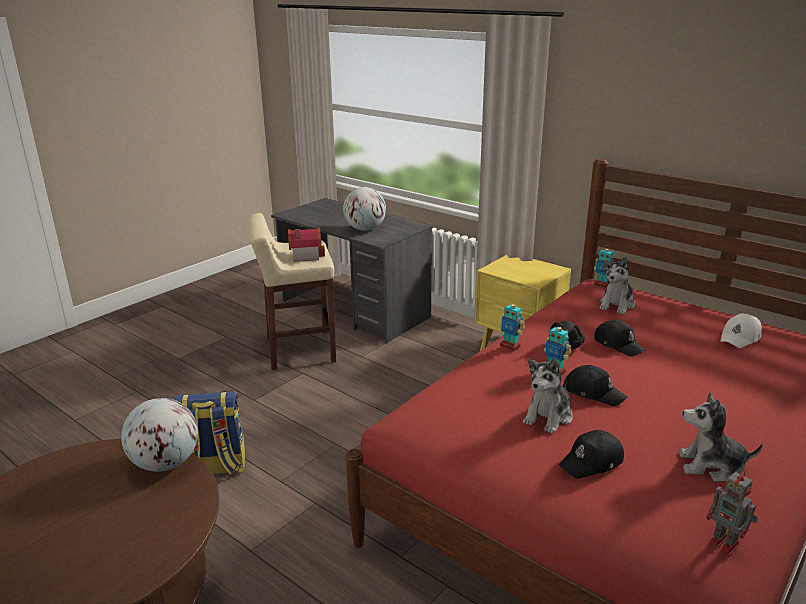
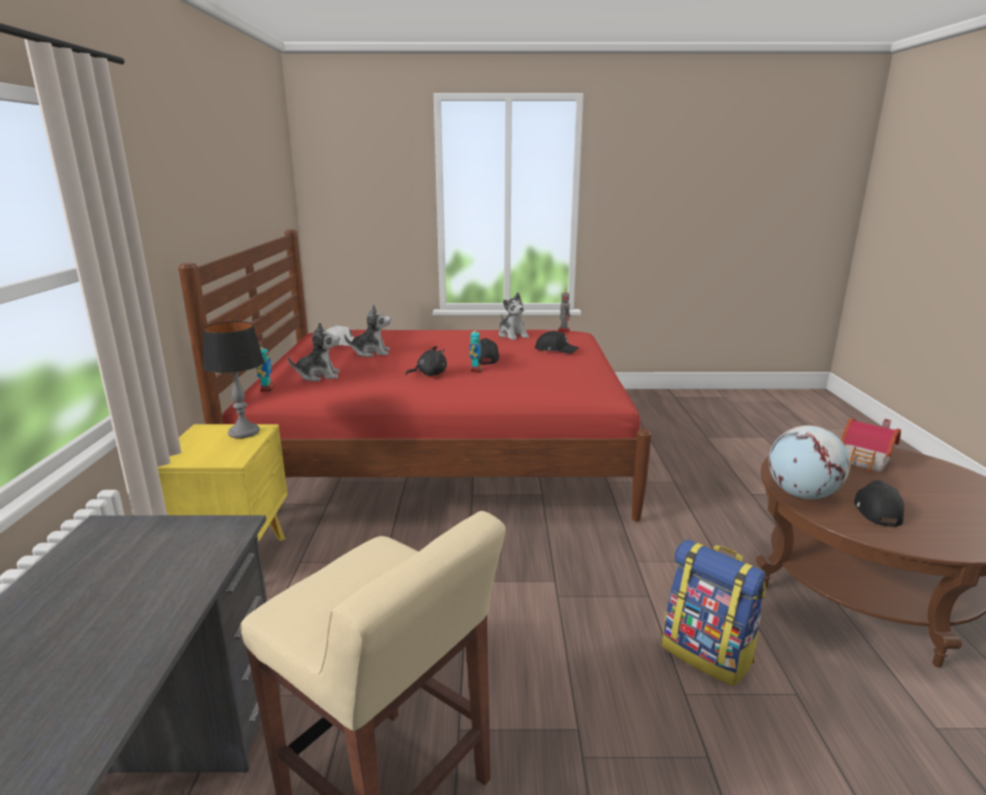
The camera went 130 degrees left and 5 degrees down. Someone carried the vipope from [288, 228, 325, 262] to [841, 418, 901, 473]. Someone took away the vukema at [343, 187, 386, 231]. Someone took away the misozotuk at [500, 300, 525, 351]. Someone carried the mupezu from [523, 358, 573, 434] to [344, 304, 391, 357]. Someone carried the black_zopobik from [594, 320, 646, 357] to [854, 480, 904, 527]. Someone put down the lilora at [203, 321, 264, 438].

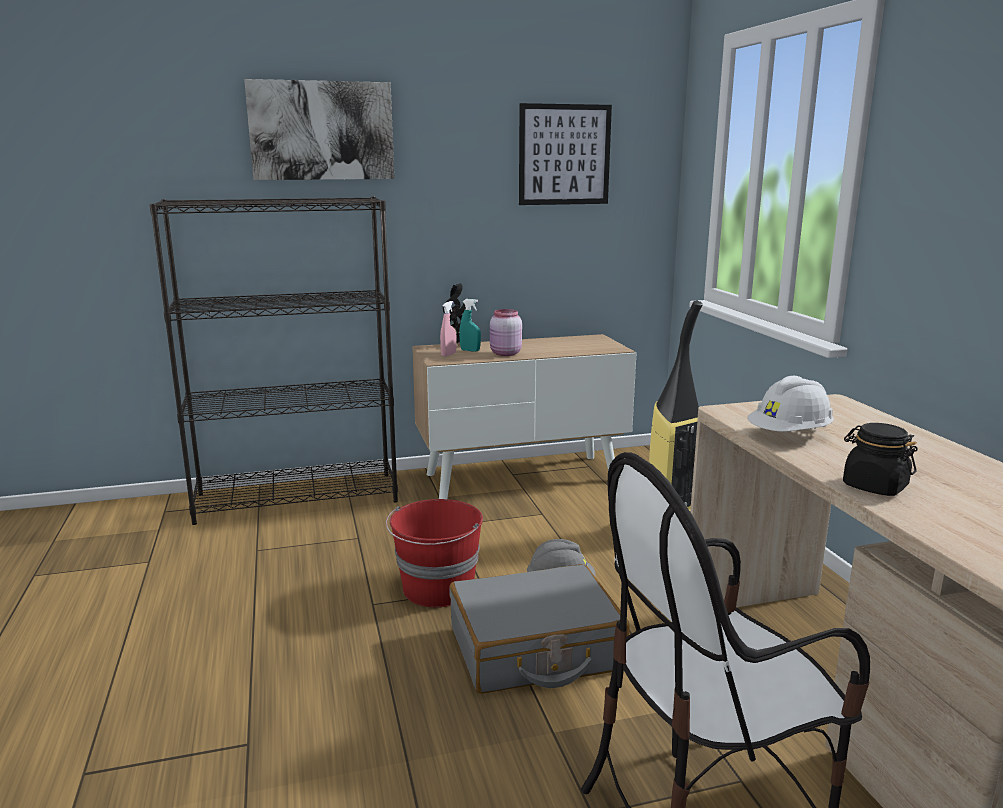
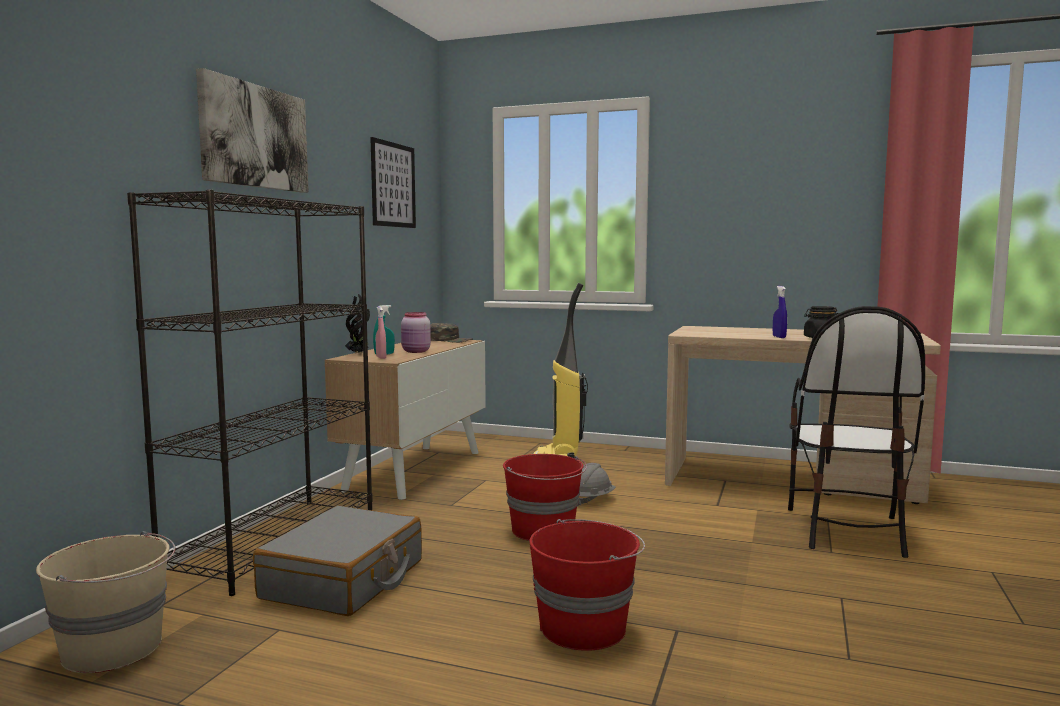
The camera went 55 degrees left and 10 degrees down. Someone carried the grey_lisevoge from [449, 564, 630, 694] to [253, 506, 422, 616]. Someone took away the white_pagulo at [748, 376, 834, 431]. Someone put down the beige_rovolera at [36, 531, 175, 673]. Someone put down the green_zopobik at [430, 323, 473, 343]. Someone put down the red_rovolera at [529, 519, 645, 651]. Someone put down the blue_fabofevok at [773, 286, 787, 338].

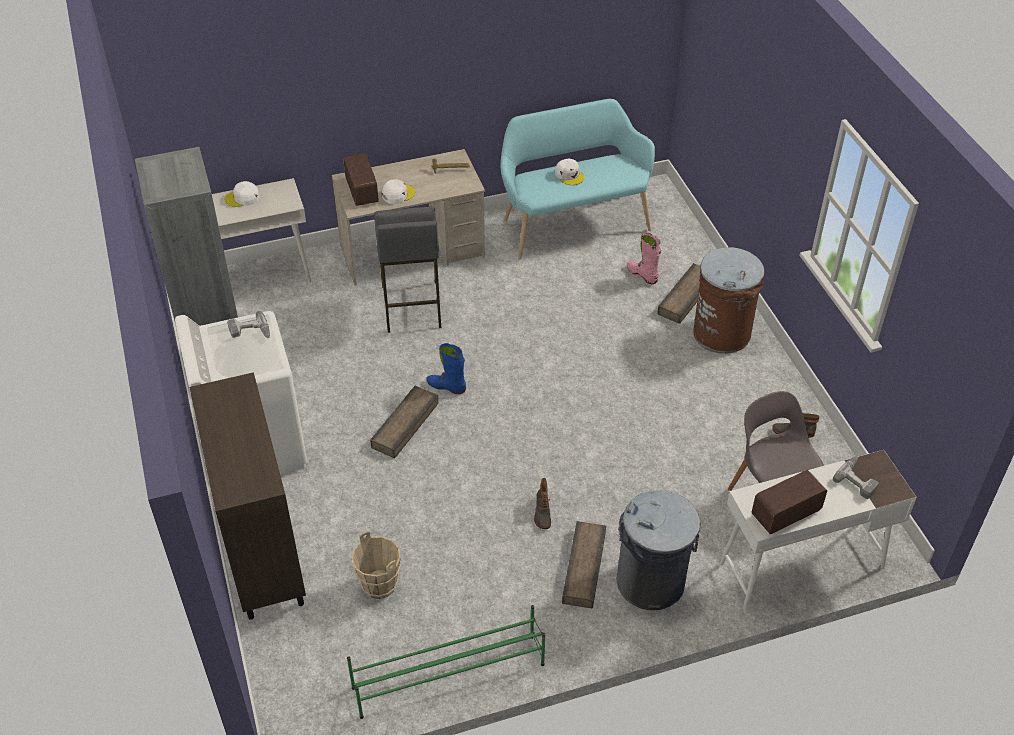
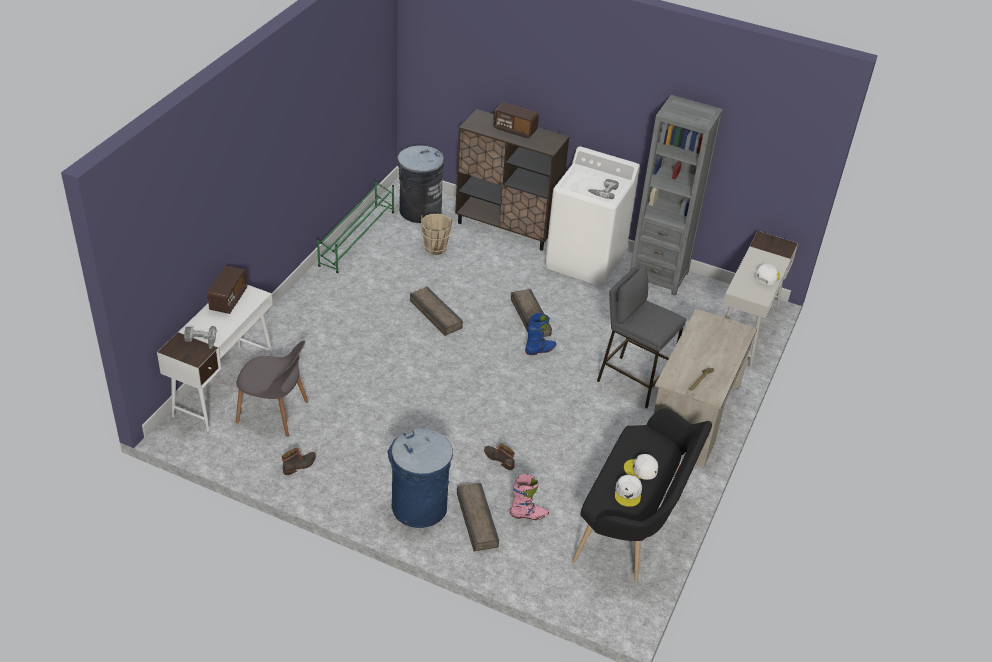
The camera went 130 degrees right and 5 degrees down. Someone carried the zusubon from [343, 153, 379, 206] to [493, 102, 539, 138]. Someone carried the white_zopobik from [382, 179, 415, 204] to [615, 475, 642, 507]. Someone repainted the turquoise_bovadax at [501, 99, 655, 259], which became the black_bovadax at [572, 408, 712, 582]. Someone carried the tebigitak from [534, 478, 551, 529] to [484, 444, 515, 470]. Someone carried the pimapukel from [562, 521, 606, 609] to [410, 287, 463, 336]. Someone carried the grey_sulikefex from [616, 490, 701, 610] to [397, 145, 444, 223]. Someone repainted the brown_sulikefex at [694, 247, 765, 353], which became the blue_sulikefex at [387, 429, 453, 528].

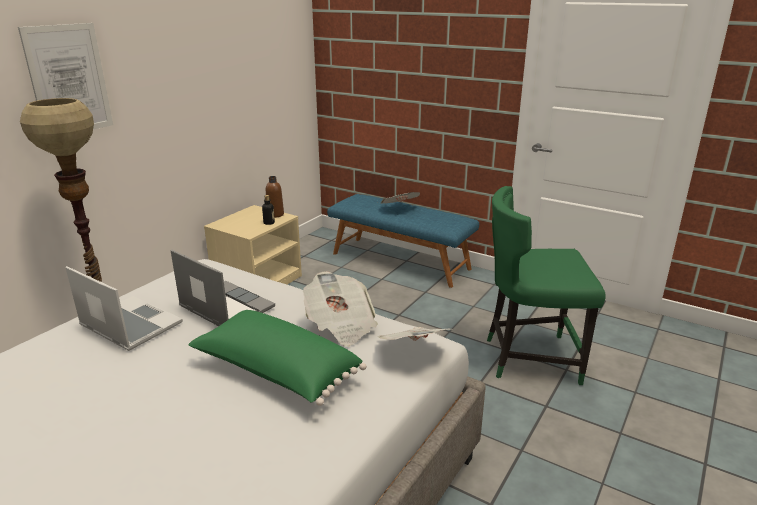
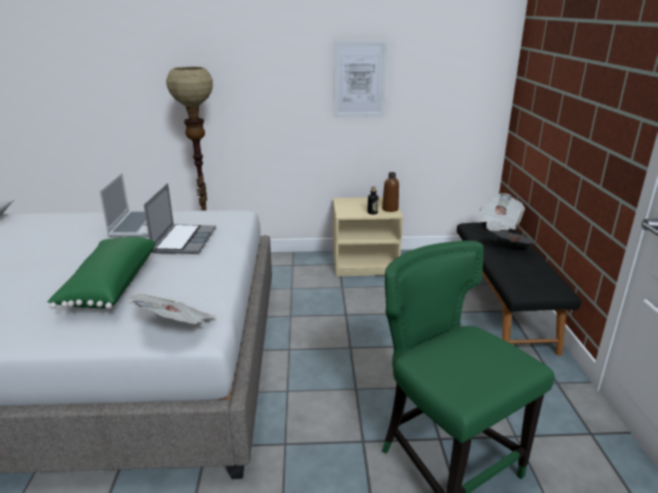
The camera went 55 degrees right and 0 degrees up. Someone carried the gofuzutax from [18, 23, 113, 129] to [333, 40, 388, 117]. Someone carried the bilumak from [303, 271, 378, 346] to [480, 193, 525, 231]. Someone repainted the blue_bovadax at [327, 194, 479, 288], which became the black_bovadax at [457, 222, 581, 356].

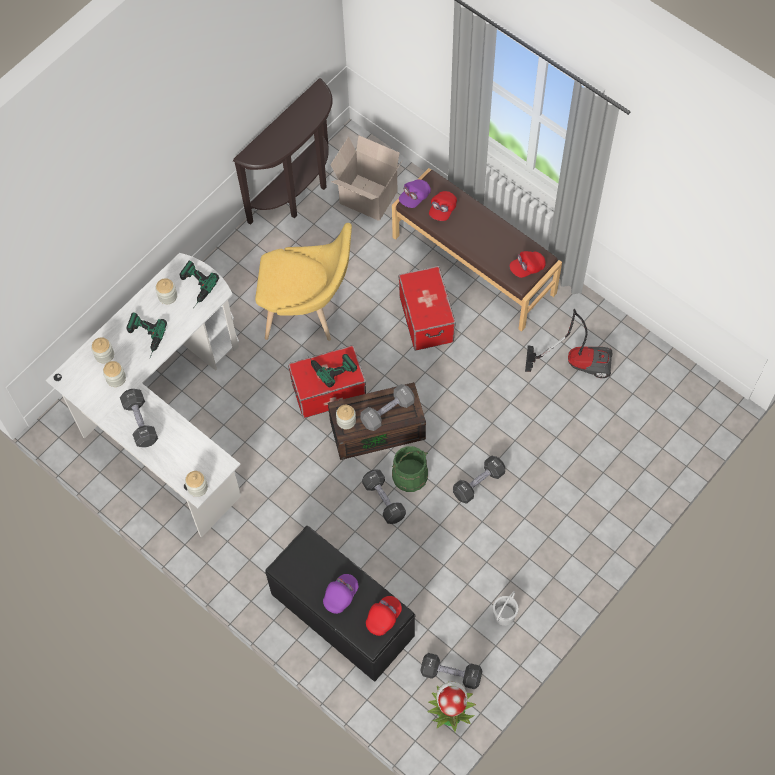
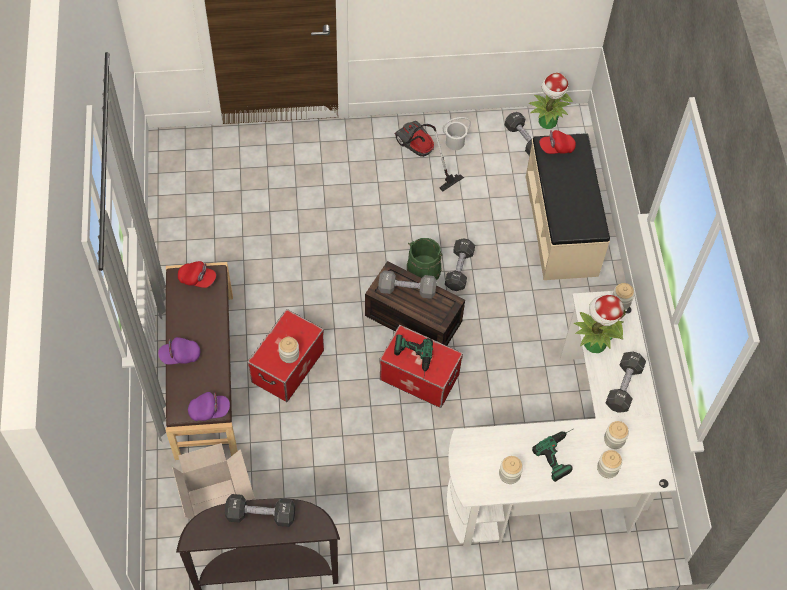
The camera went 140 degrees left and 5 degrees down. Someone took away the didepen at [180, 261, 219, 307]. Someone took away the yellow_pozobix at [255, 223, 352, 341]. Someone repainted the black_bovadax at [265, 526, 416, 682], which became the beige_bovadax at [526, 133, 610, 280]. Someone carried the purple_zopobik from [323, 574, 359, 614] to [158, 337, 200, 365]. Someone carried the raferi from [336, 405, 356, 429] to [278, 337, 299, 363]. Someone took away the red_zopobik at [429, 191, 457, 221]. Someone carried the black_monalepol from [453, 455, 505, 504] to [225, 494, 295, 527]. Someone carried the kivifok from [525, 309, 612, 378] to [394, 121, 464, 192]. Someone put down the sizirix at [573, 295, 626, 353].

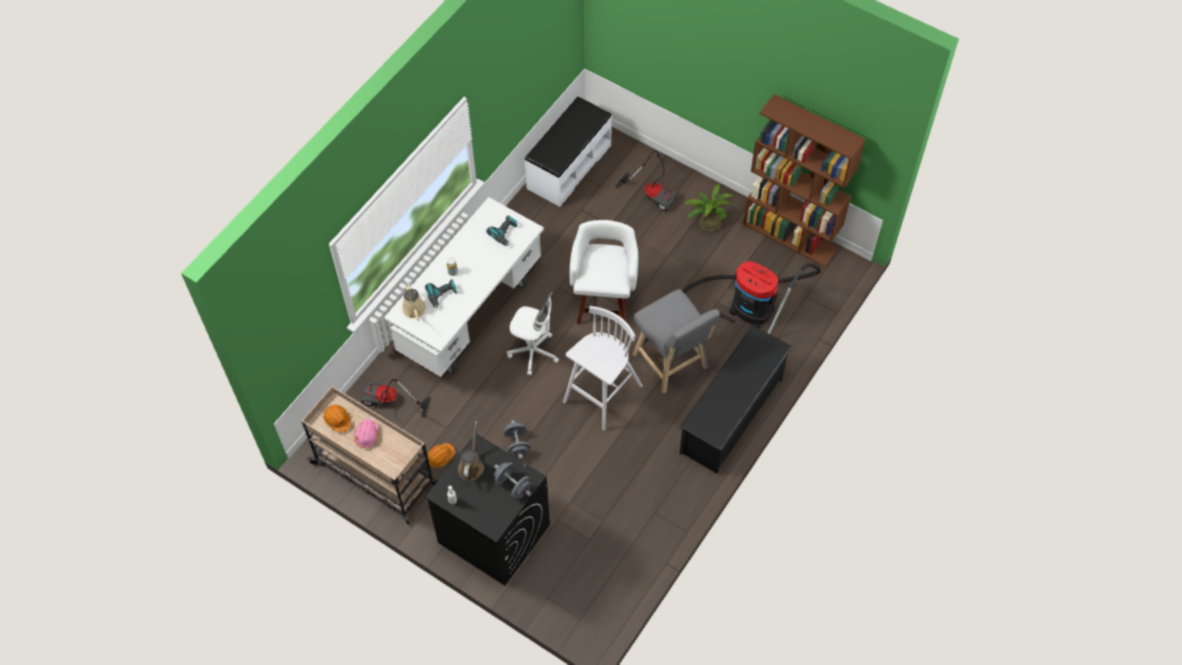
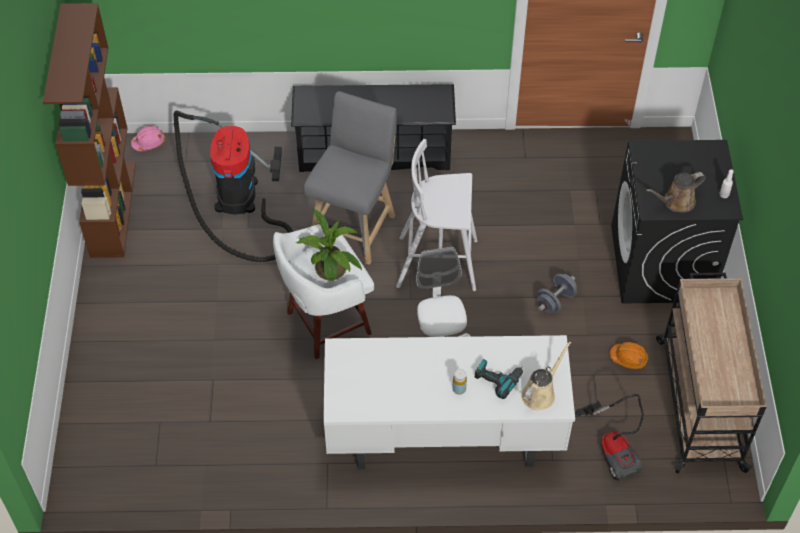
The camera went 125 degrees left and 5 degrees down. Someone took away the orange_pagulo at [323, 405, 352, 432]. Someone carried the pink_pagulo from [354, 419, 379, 448] to [131, 126, 165, 151]. Someone took away the didepen at [486, 215, 517, 246]. Someone took away the grey_monalepol at [494, 462, 531, 498]. Someone took away the white_bovadax at [524, 97, 612, 207]. Someone took away the kivifok at [615, 150, 677, 211]. Someone carried the sizirix from [683, 184, 734, 232] to [295, 209, 362, 281].

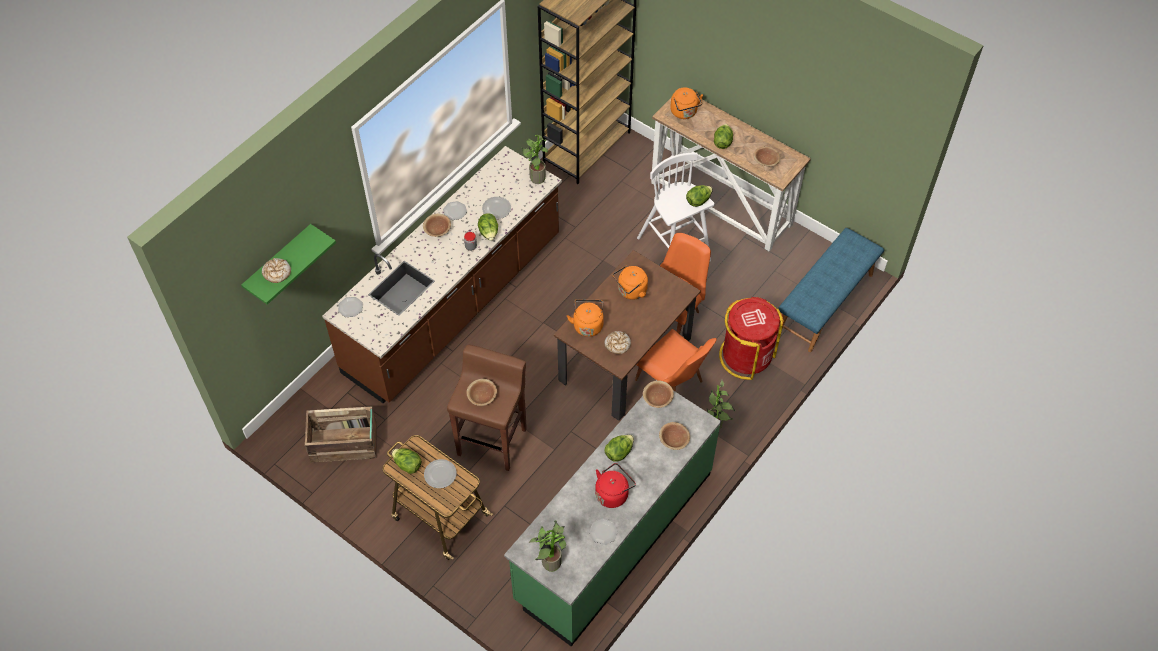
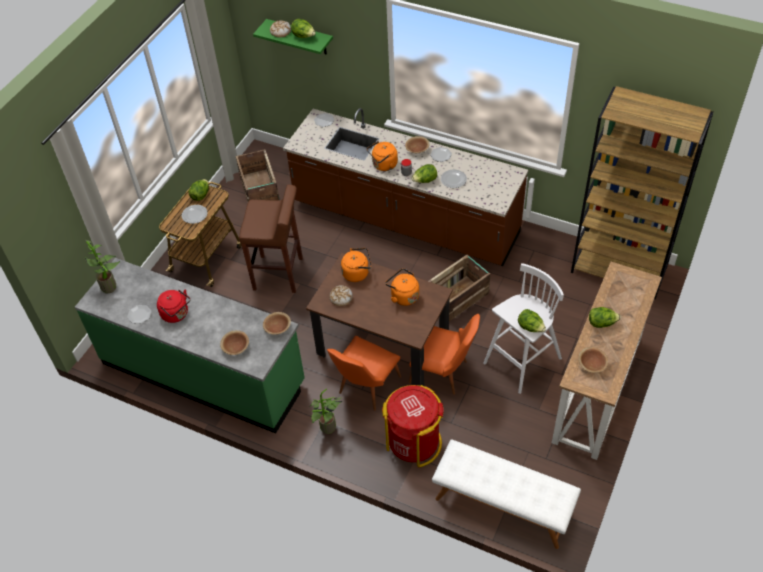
The camera went 80 degrees right and 5 degrees down. Someone took away the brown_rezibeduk at [467, 379, 497, 406]. Someone took away the sizirix at [522, 134, 548, 184]. Someone carried the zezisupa from [604, 435, 634, 462] to [291, 19, 316, 38]. Someone carried the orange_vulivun from [670, 87, 703, 119] to [367, 141, 398, 171]. Someone repainted the blue_bovadax at [778, 228, 884, 352], which became the white_bovadax at [432, 439, 581, 549]. Someone put down the pimapukel at [429, 255, 490, 321].

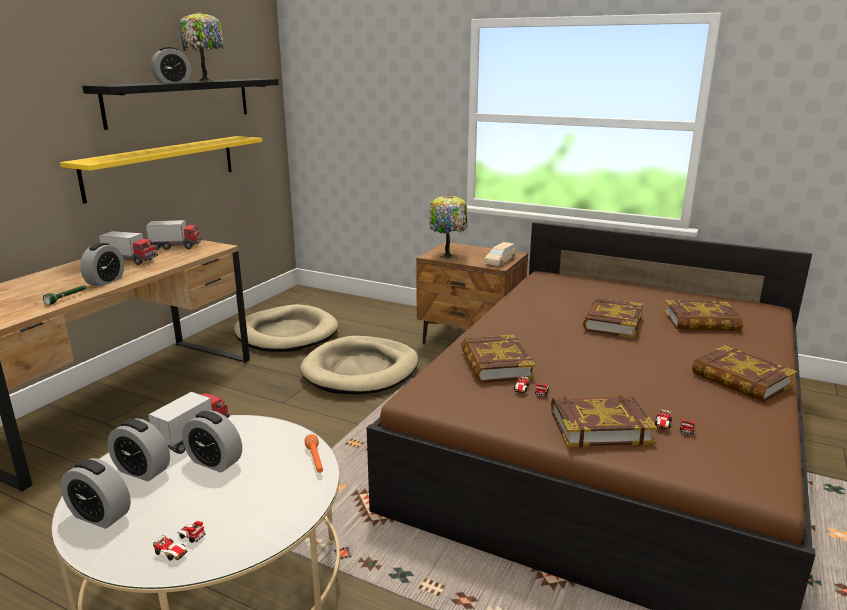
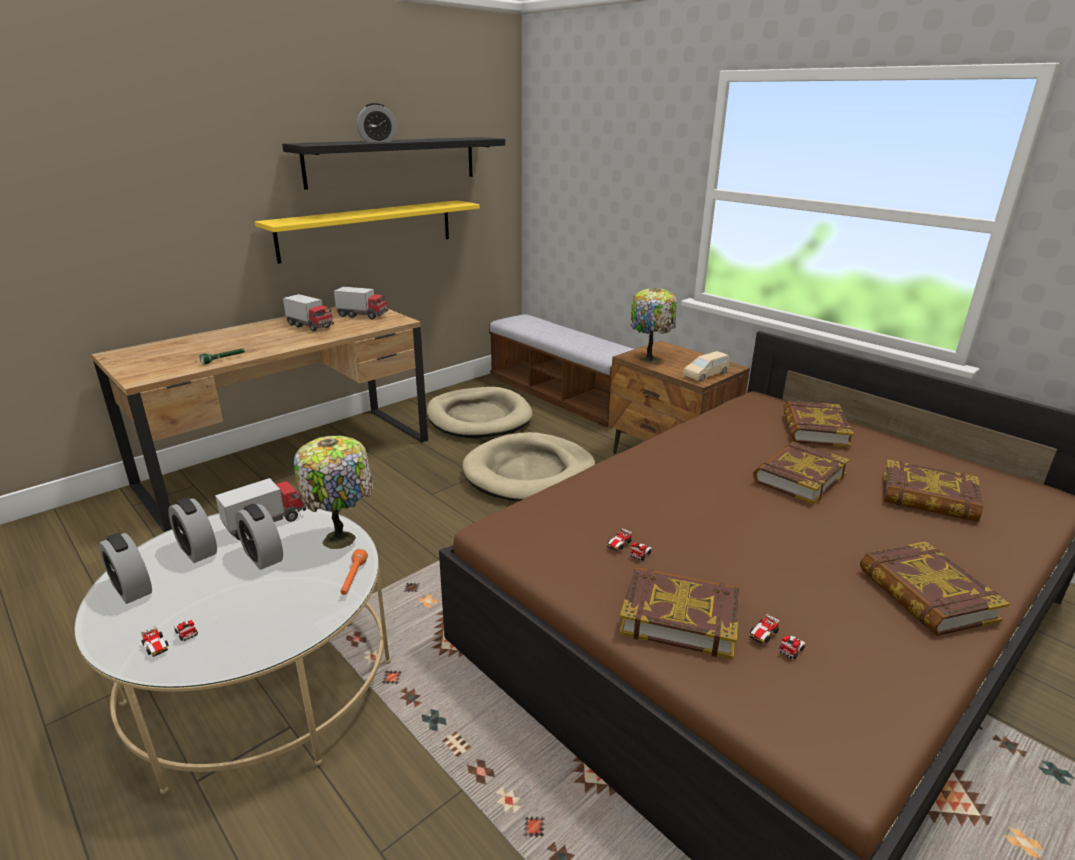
The camera went 20 degrees right and 5 degrees up. Someone took away the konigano at [80, 243, 124, 286]. Someone carried the lilora from [179, 12, 224, 81] to [294, 436, 373, 549]. Someone carried the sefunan from [461, 335, 535, 383] to [783, 401, 854, 447]. Someone put down the bovadax at [489, 314, 634, 427].

